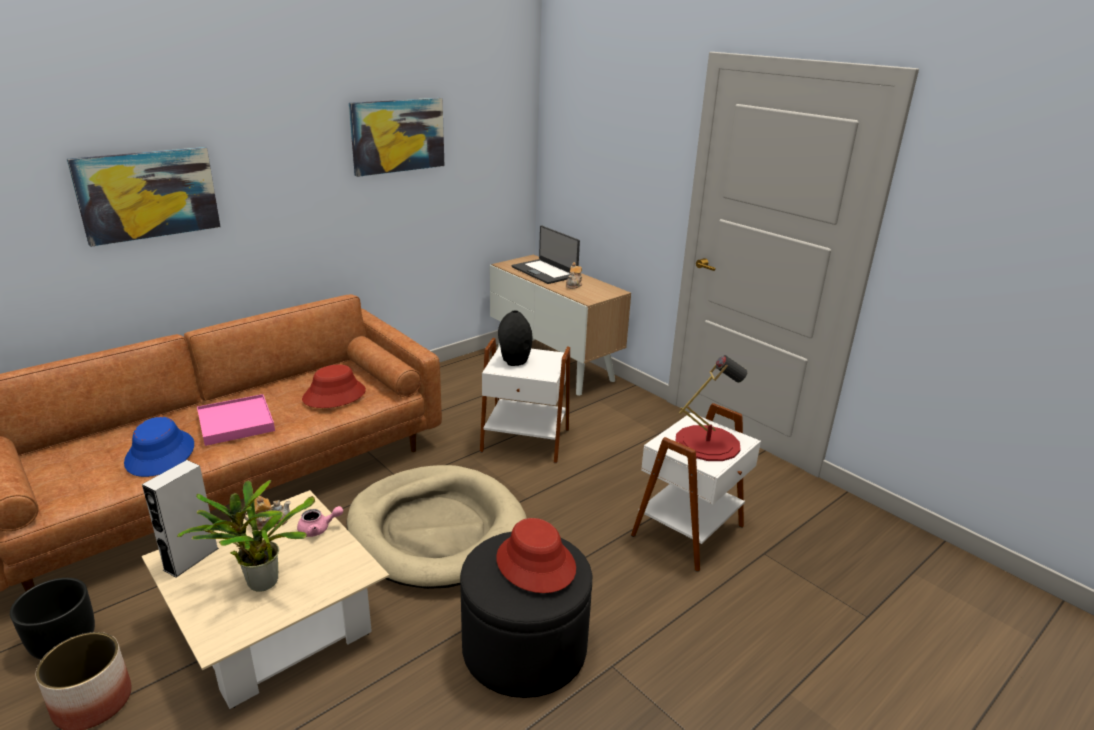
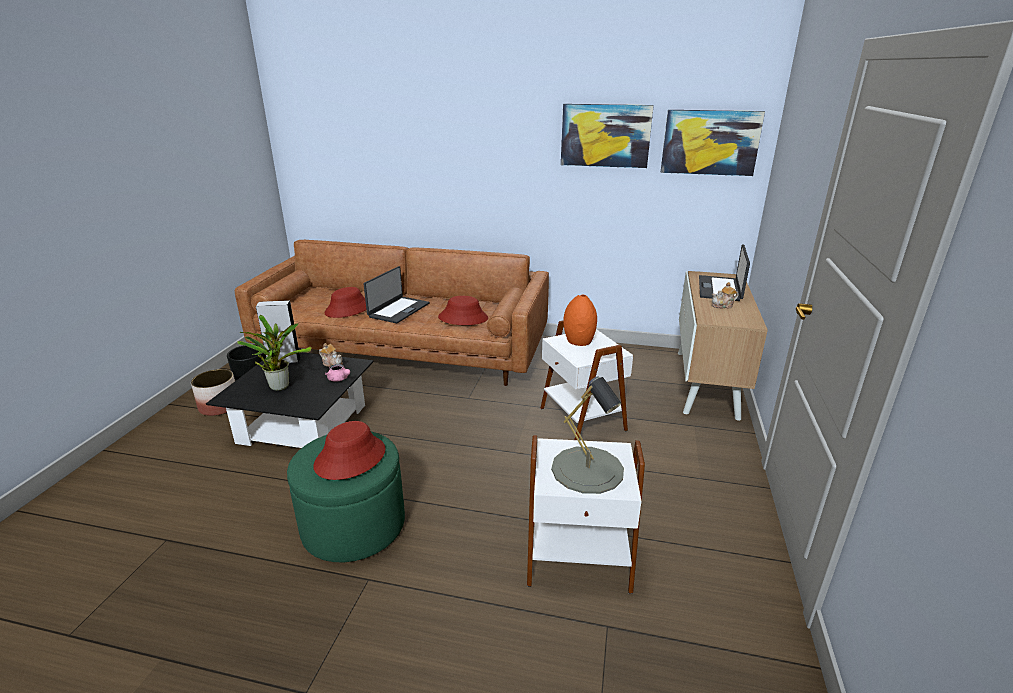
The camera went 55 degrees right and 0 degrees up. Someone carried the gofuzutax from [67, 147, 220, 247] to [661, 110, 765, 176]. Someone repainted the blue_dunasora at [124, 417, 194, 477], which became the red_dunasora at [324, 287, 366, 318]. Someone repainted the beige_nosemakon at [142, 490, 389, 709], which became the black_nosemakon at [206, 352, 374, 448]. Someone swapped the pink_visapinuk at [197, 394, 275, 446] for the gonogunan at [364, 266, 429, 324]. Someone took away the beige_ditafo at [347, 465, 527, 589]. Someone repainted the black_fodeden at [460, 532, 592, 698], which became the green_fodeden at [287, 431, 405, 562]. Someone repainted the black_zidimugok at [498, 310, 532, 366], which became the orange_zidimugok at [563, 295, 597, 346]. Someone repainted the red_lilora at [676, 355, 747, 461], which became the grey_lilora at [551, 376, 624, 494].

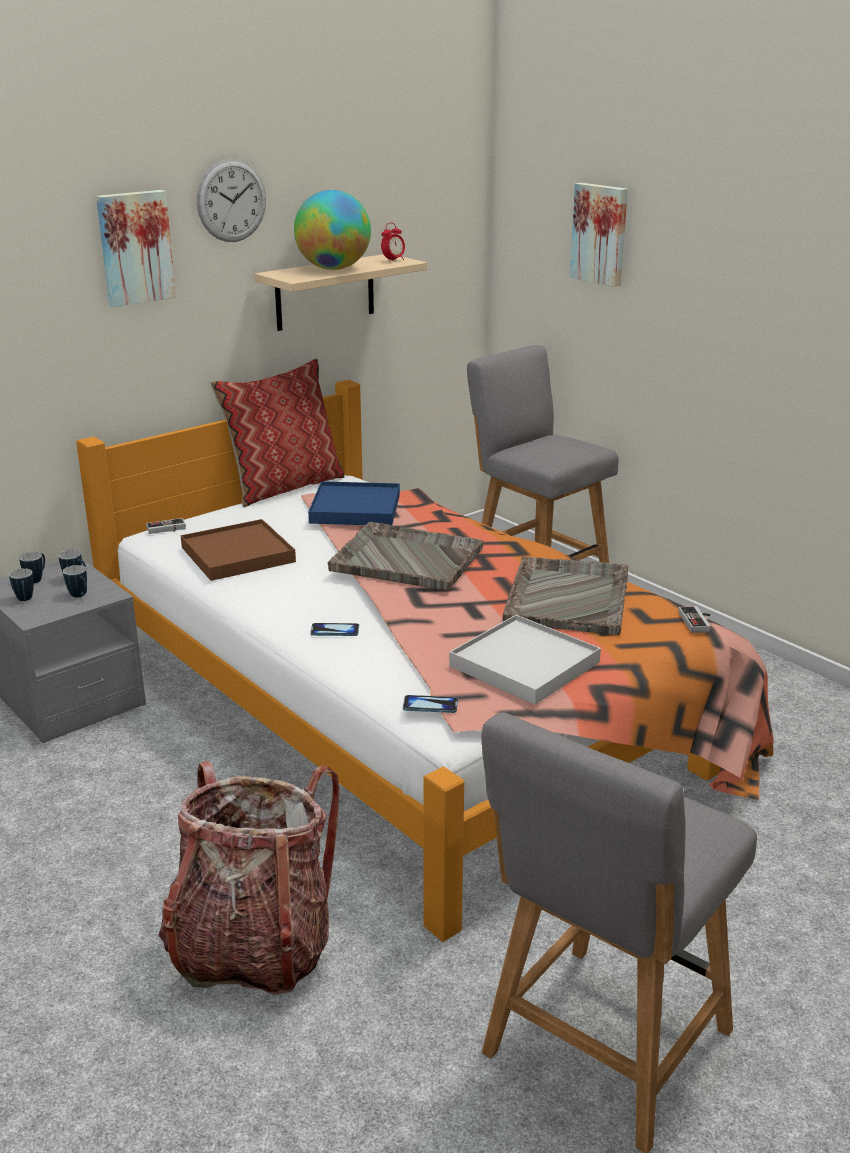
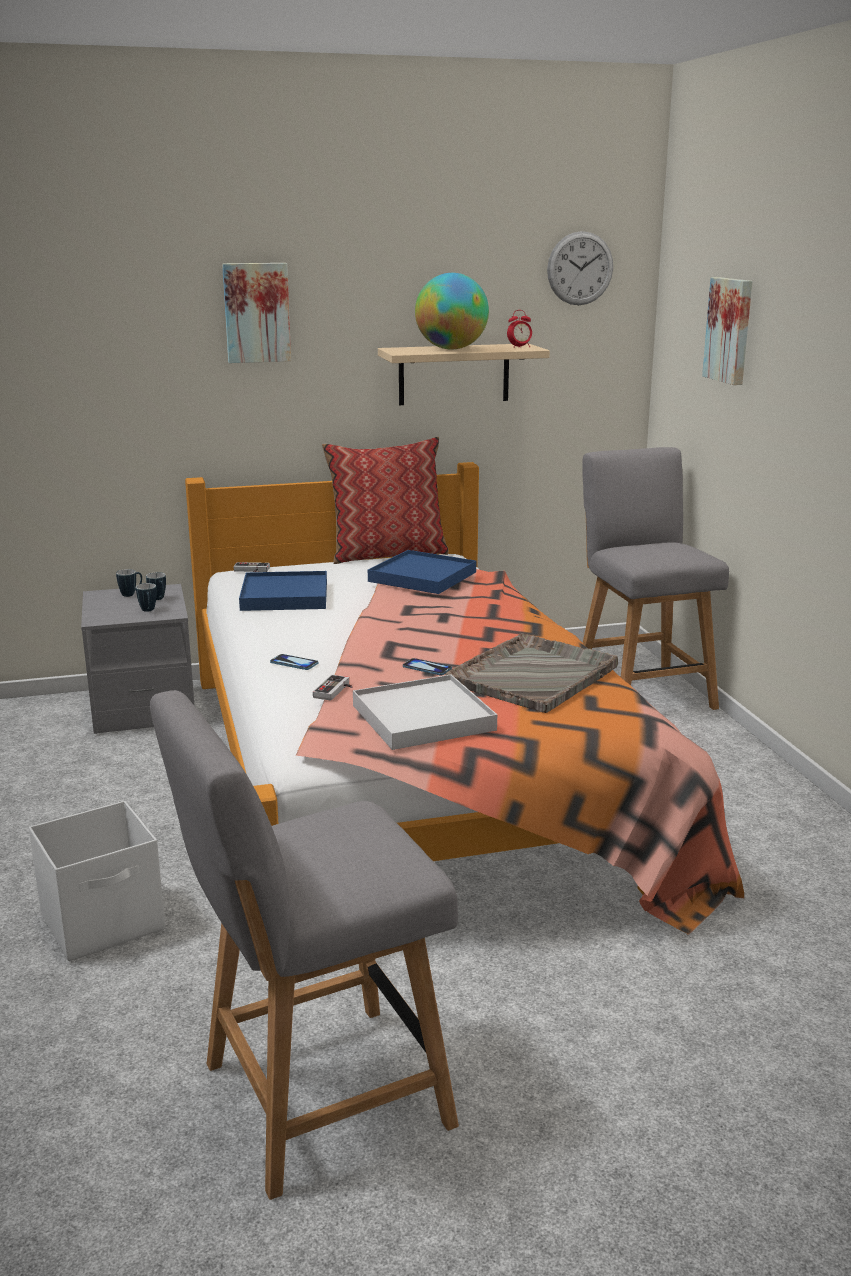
The camera went 25 degrees right and 5 degrees down. Someone took away the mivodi at [9, 568, 34, 601]. Someone swapped the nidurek at [159, 761, 340, 995] for the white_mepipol at [29, 801, 165, 961]. Someone repainted the brown_visapinuk at [181, 519, 296, 581], which became the blue_visapinuk at [239, 571, 327, 611]. Someone carried the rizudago from [197, 159, 266, 242] to [547, 231, 613, 305]. Someone took away the grey_visapinuk at [328, 522, 483, 590]. Someone carried the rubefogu from [403, 695, 458, 713] to [403, 658, 452, 675]. Someone carried the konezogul from [678, 606, 711, 633] to [313, 675, 353, 700].

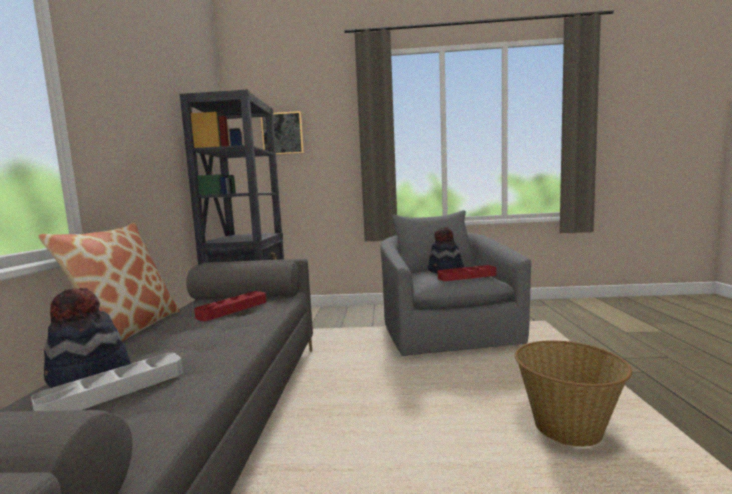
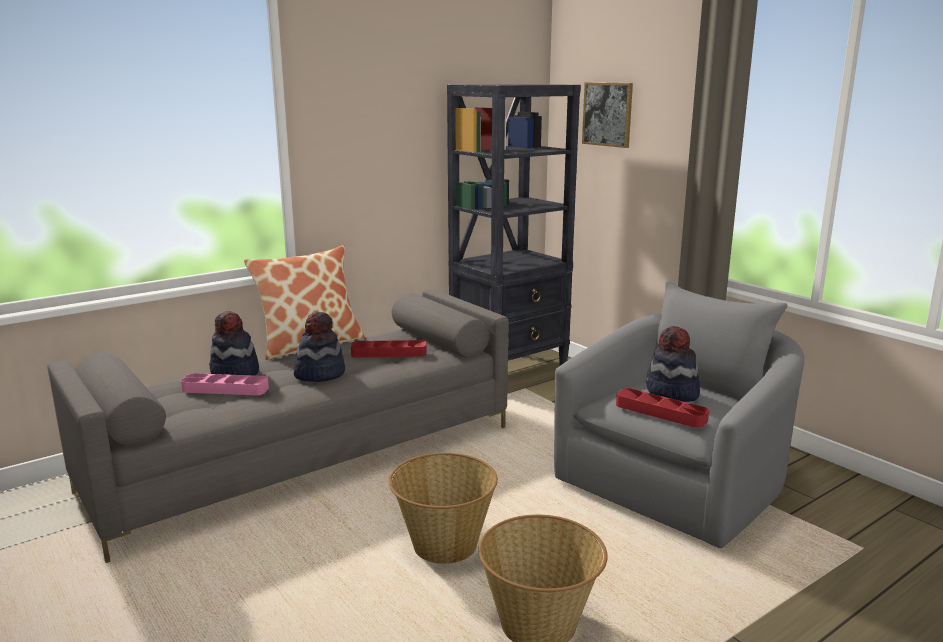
The camera went 50 degrees right and 10 degrees up. Someone repainted the grey_visapinuk at [31, 353, 182, 411], which became the pink_visapinuk at [181, 373, 269, 395]. Someone put down the dunasora at [294, 312, 345, 382]. Someone put down the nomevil at [388, 453, 498, 564].

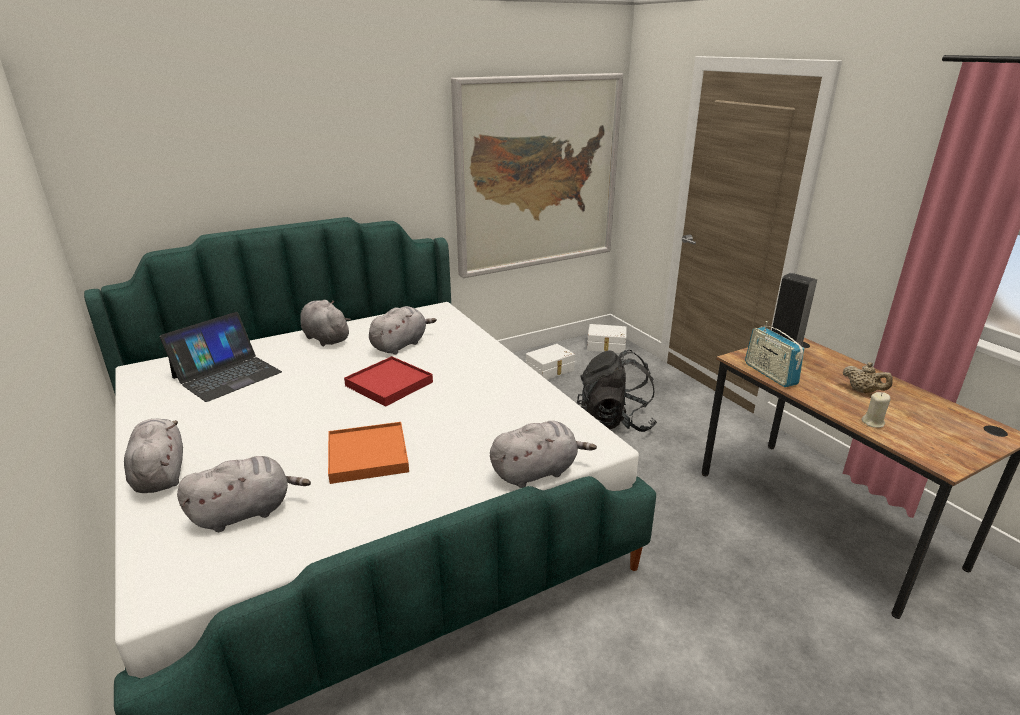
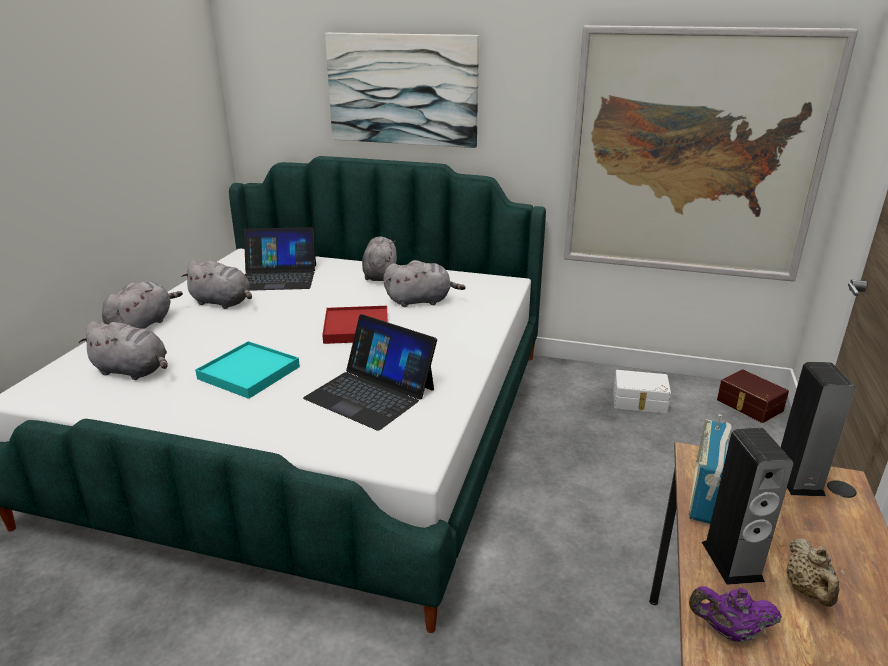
The camera went 45 degrees right and 0 degrees up. Someone repainted the orange_visapinuk at [328, 422, 409, 484], which became the turquoise_visapinuk at [195, 341, 300, 399]. Someone carried the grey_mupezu from [490, 421, 597, 488] to [181, 260, 252, 309]. Someone took away the black_nidurek at [577, 350, 657, 432]. Someone repainted the white_mepipol at [587, 324, 627, 353], which became the brown_mepipol at [717, 370, 789, 423]. Someone swapped the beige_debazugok at [861, 392, 891, 428] for the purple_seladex at [689, 586, 782, 642]. Someone put down the gonogunan at [303, 314, 437, 431]. Someone put up the gofuzutax at [325, 33, 479, 148]. Someone put down the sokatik at [702, 428, 794, 585].

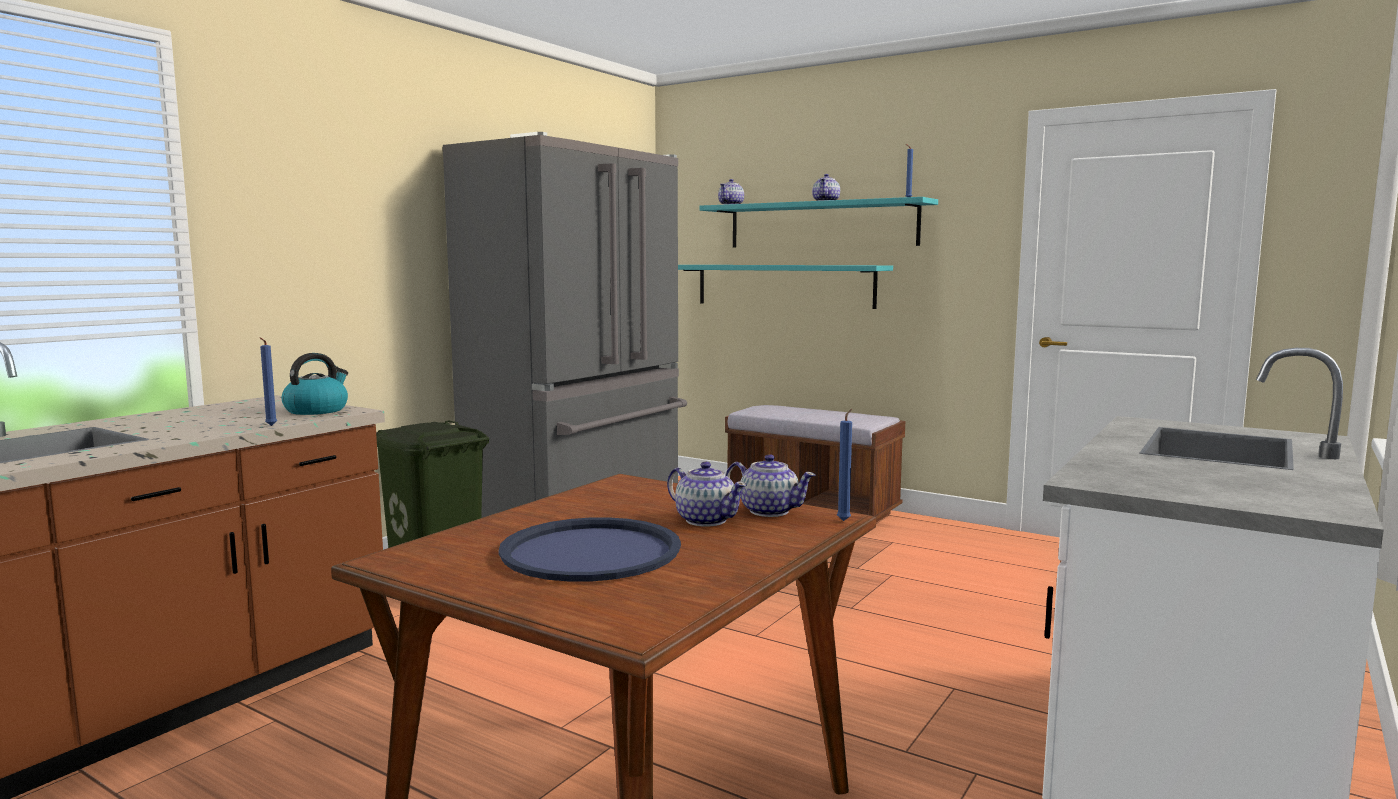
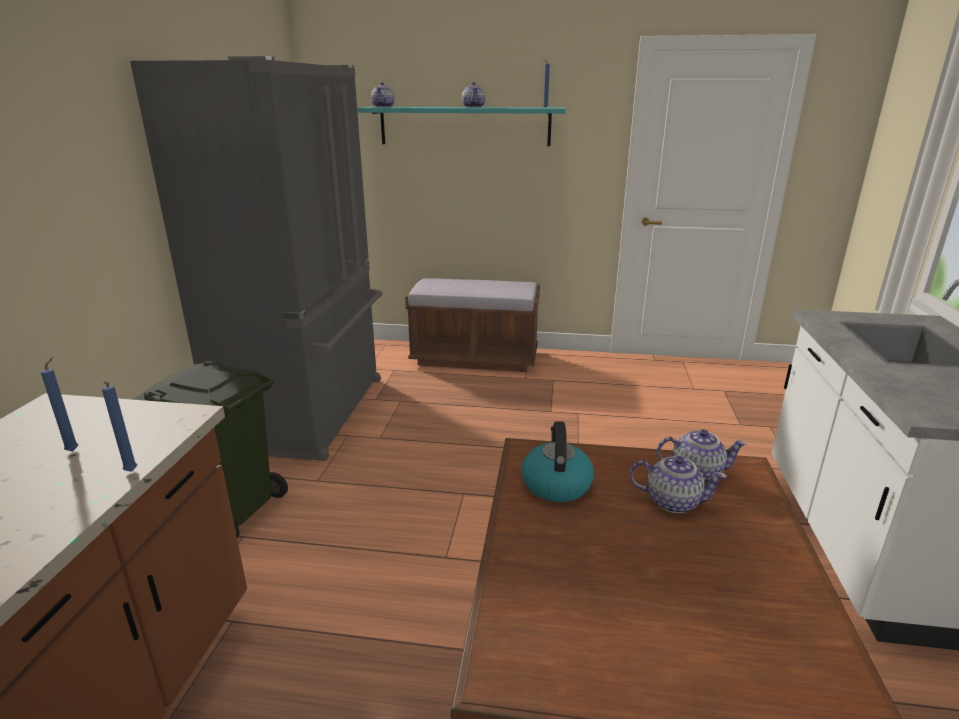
The camera went 25 degrees left and 15 degrees up. Someone carried the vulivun from [282, 353, 348, 415] to [521, 421, 594, 502]. Someone took away the blue_visapinuk at [498, 517, 681, 582]. Someone took away the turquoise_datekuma at [678, 265, 893, 309]. Someone carried the blue_debazugok from [837, 409, 852, 521] to [41, 357, 78, 451].

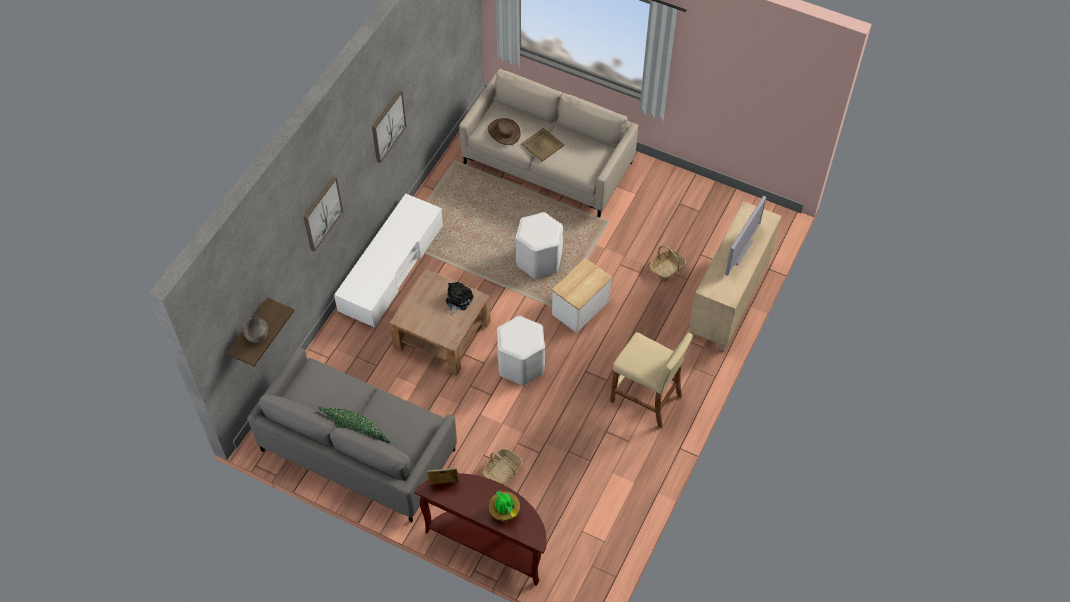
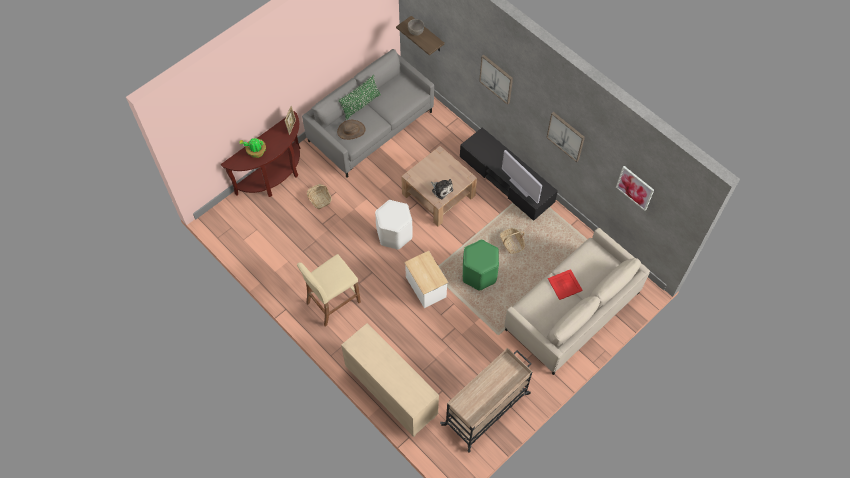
The camera went 110 degrees right and 5 degrees up. Someone repainted the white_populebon at [334, 194, 443, 327], which became the black_populebon at [460, 127, 558, 221]. Someone carried the brown_dunasora from [488, 118, 521, 145] to [337, 120, 366, 140]. Someone repainted the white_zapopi at [516, 212, 563, 279], which became the green_zapopi at [463, 239, 499, 291]. Someone repainted the beige_visapinuk at [521, 128, 564, 162], which became the red_visapinuk at [548, 269, 583, 300]. Someone carried the nomevil from [650, 246, 687, 281] to [500, 228, 525, 254]. Someone carried the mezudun from [725, 196, 766, 275] to [502, 150, 542, 204]. Someone put down the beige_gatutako at [440, 348, 533, 453]. Someone put up the gofuzutax at [616, 166, 654, 211].

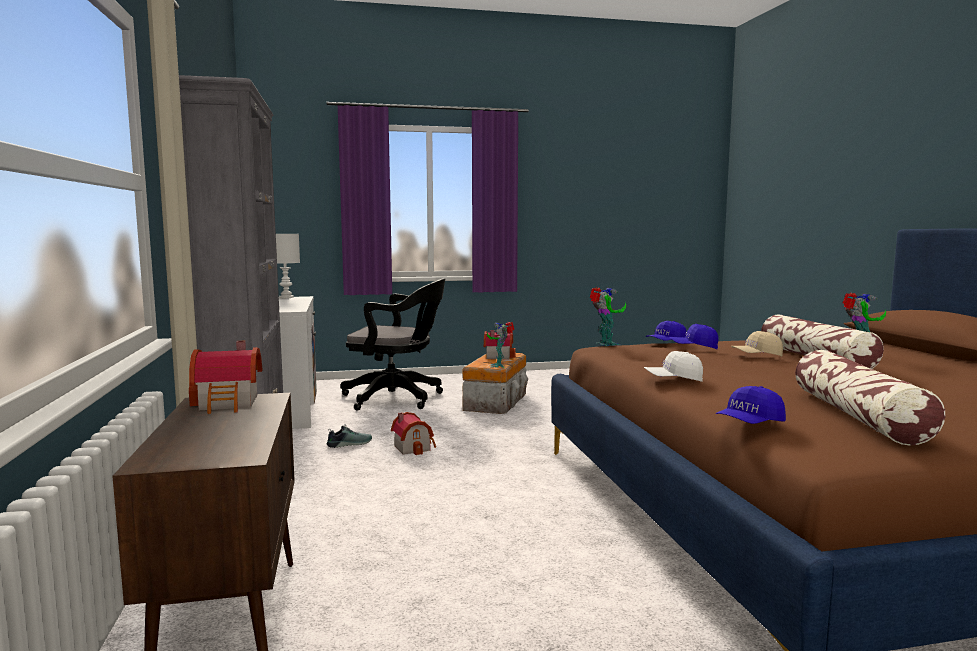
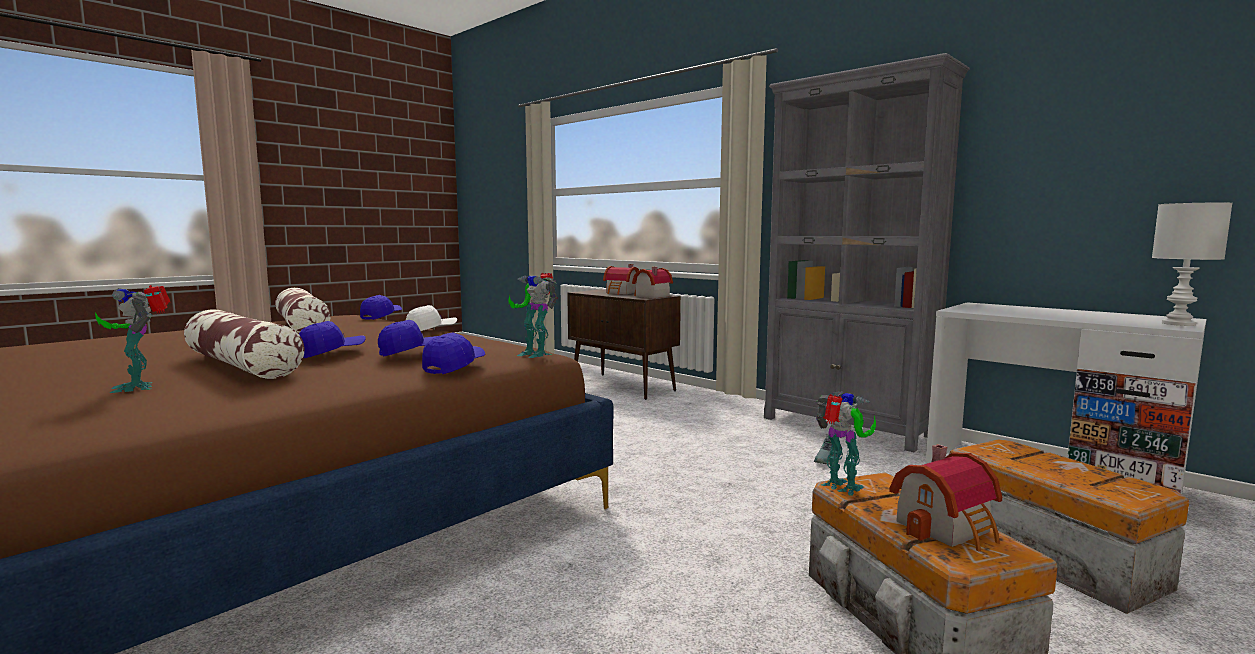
The camera went 145 degrees right and 0 degrees up. Someone swapped the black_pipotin at [340, 278, 445, 411] for the mepipol at [949, 440, 1189, 614]. Someone carried the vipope from [391, 412, 436, 455] to [603, 264, 639, 295]. Someone repainted the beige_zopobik at [731, 331, 783, 357], which became the blue_zopobik at [299, 321, 366, 358].

